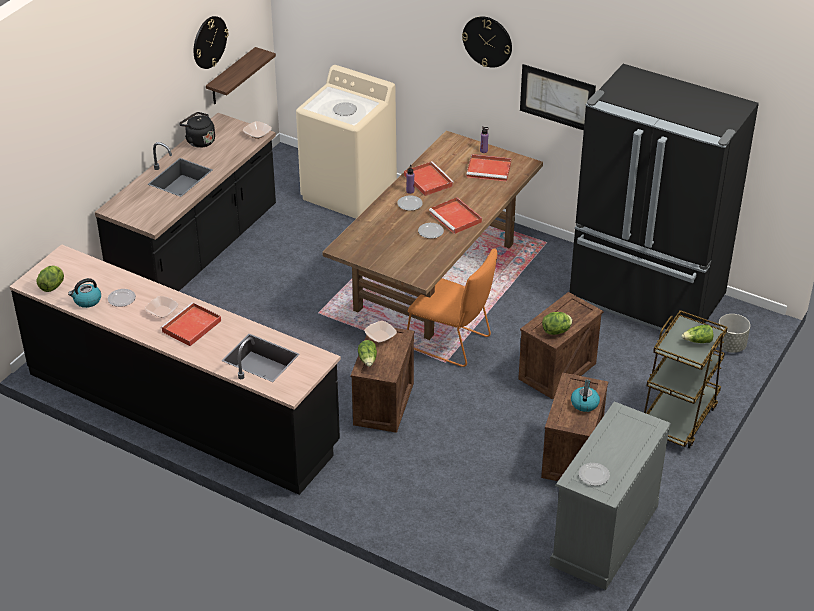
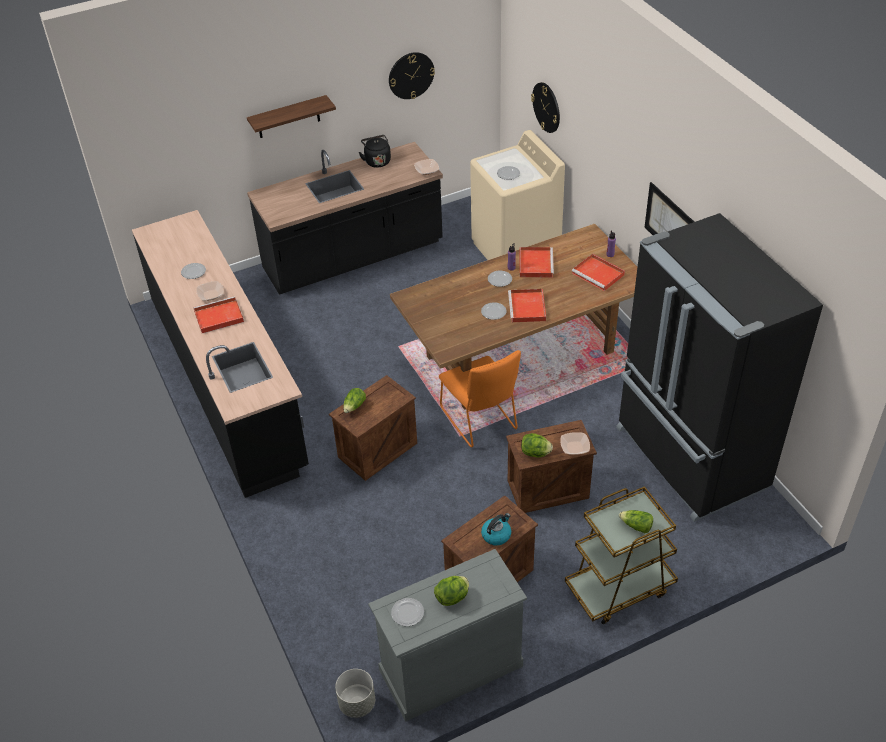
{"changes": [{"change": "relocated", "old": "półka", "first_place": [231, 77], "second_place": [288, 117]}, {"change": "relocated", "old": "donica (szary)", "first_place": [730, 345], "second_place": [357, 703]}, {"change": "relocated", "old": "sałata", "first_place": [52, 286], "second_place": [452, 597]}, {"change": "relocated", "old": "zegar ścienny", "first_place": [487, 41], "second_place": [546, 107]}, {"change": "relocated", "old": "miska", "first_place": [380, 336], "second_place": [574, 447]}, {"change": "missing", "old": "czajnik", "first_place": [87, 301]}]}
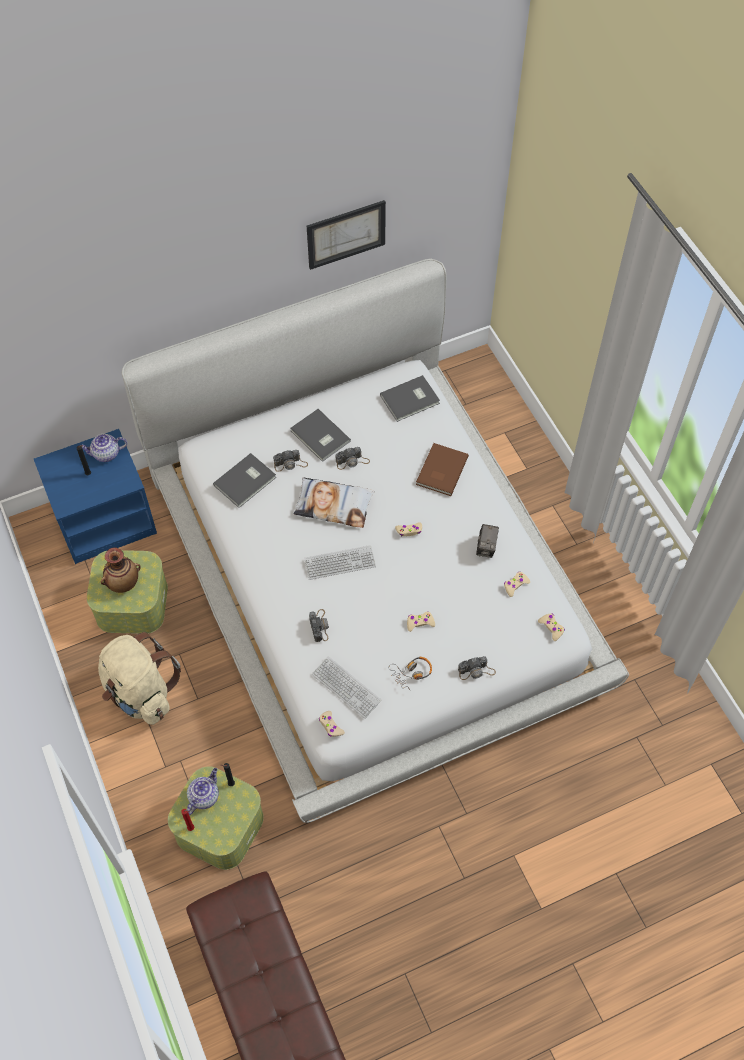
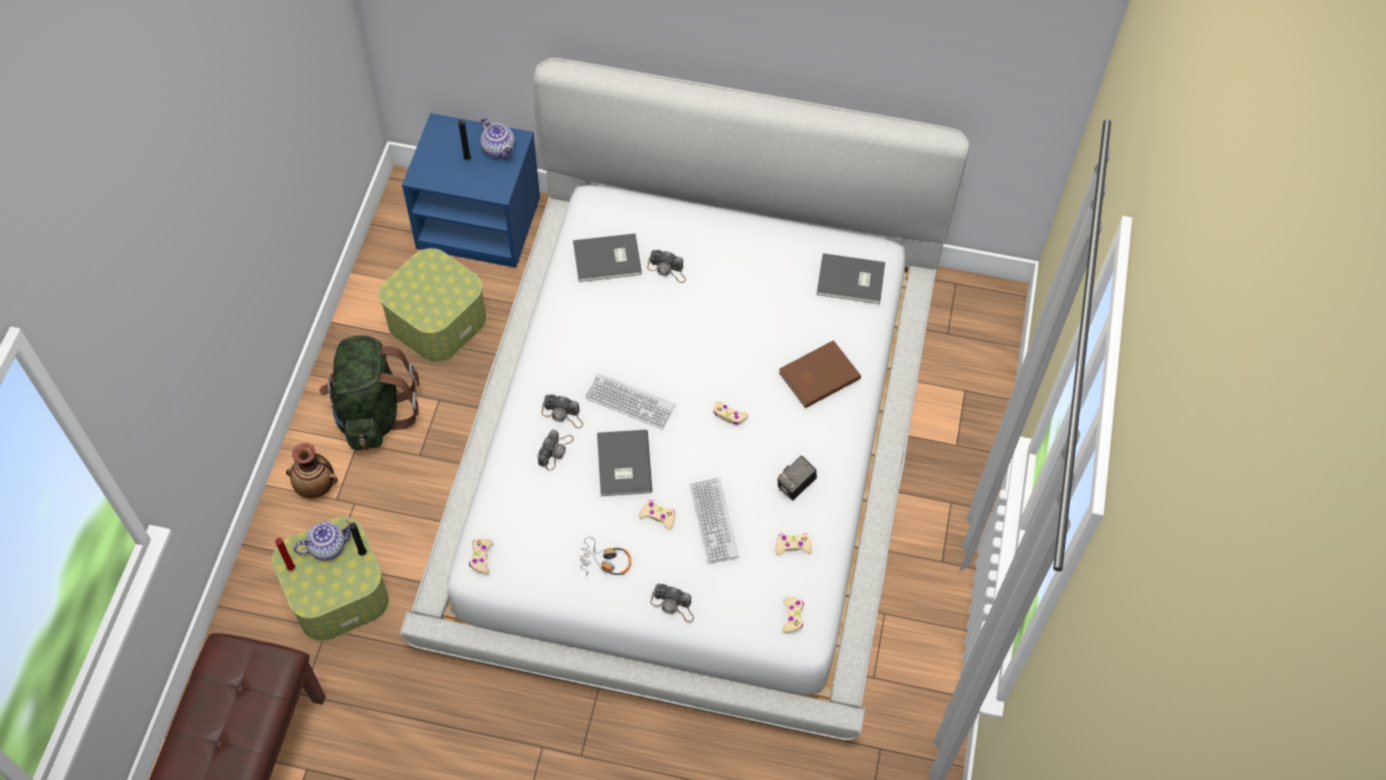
{"changes": [{"change": "relocated", "old": "wazon", "first_place": [123, 583], "second_place": [316, 486]}, {"change": "colour", "old": "plecak (beżowy)", "new": "plecak (zielony)", "first_place": [141, 693], "second_place": [373, 413]}, {"change": "spun", "old": "imbryk", "first_place": [105, 454], "second_place": [499, 150], "degrees": -150}, {"change": "relocated", "old": "aparat fotograficzny", "first_place": [352, 461], "second_place": [563, 415]}, {"change": "relocated", "old": "książka (szary)", "first_place": [319, 437], "second_place": [622, 465]}, {"change": "relocated", "old": "klawiatura", "first_place": [346, 688], "second_place": [714, 521]}, {"change": "missing", "old": "poduszka", "first_place": [334, 505]}, {"change": "missing", "old": "obraz", "first_place": [346, 234]}]}
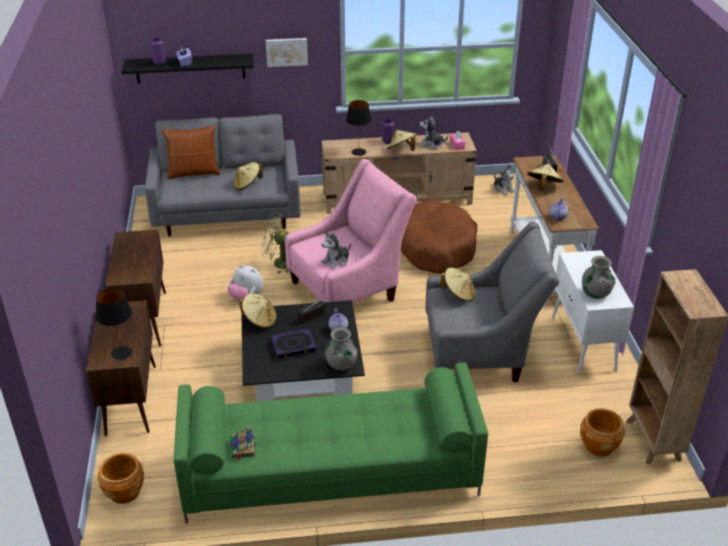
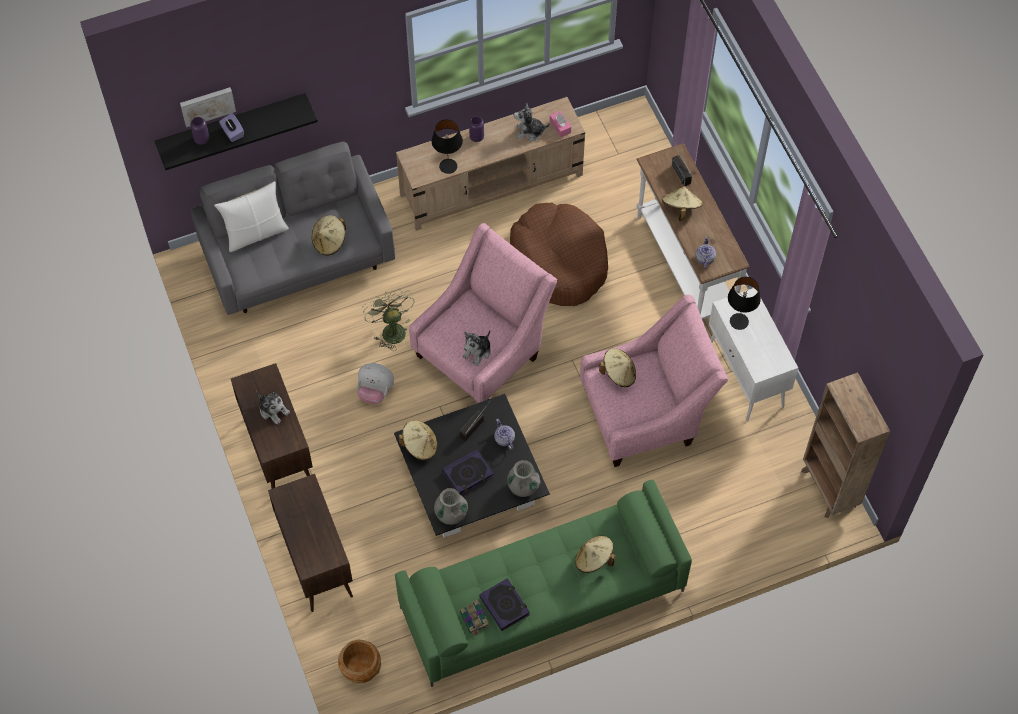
{"changes": [{"change": "relocated", "old": "obraz", "first_place": [286, 51], "second_place": [207, 105]}, {"change": "colour", "old": "poduszka (brązowy)", "new": "poduszka (biały)", "first_place": [193, 173], "second_place": [256, 233]}, {"change": "relocated", "old": "pluszak", "first_place": [503, 189], "second_place": [273, 410]}, {"change": "spun", "old": "wentylator (zielony)", "first_place": [278, 263], "second_place": [390, 329], "degrees": 75}, {"change": "relocated", "old": "wazon (szary)", "first_place": [595, 293], "second_place": [451, 514]}, {"change": "appeared", "new": "książka", "second_place": [504, 606]}, {"change": "relocated", "old": "kapelusz (beżowy)", "first_place": [402, 150], "second_place": [593, 560]}, {"change": "colour", "old": "fotel (szary)", "new": "fotel (różowy)", "first_place": [481, 353], "second_place": [646, 414]}, {"change": "relocated", "old": "lampa stołowa (czarny)", "first_place": [121, 353], "second_place": [739, 321]}, {"change": "missing", "old": "donica (brązowy)", "first_place": [598, 446]}]}
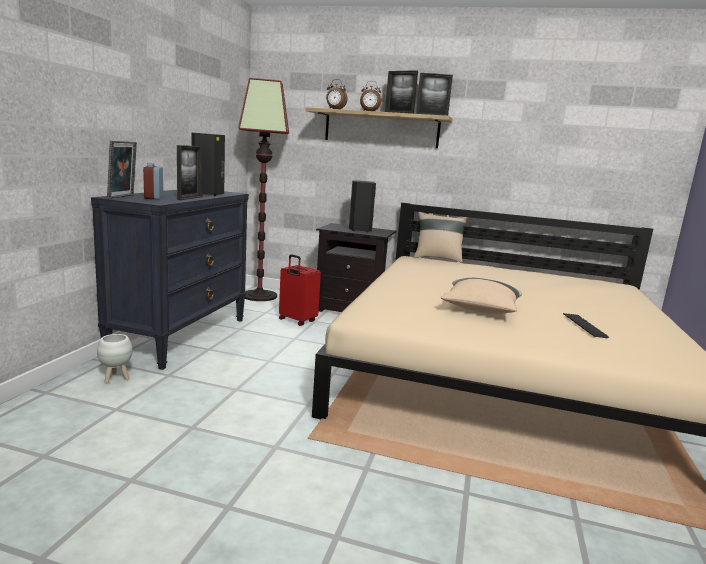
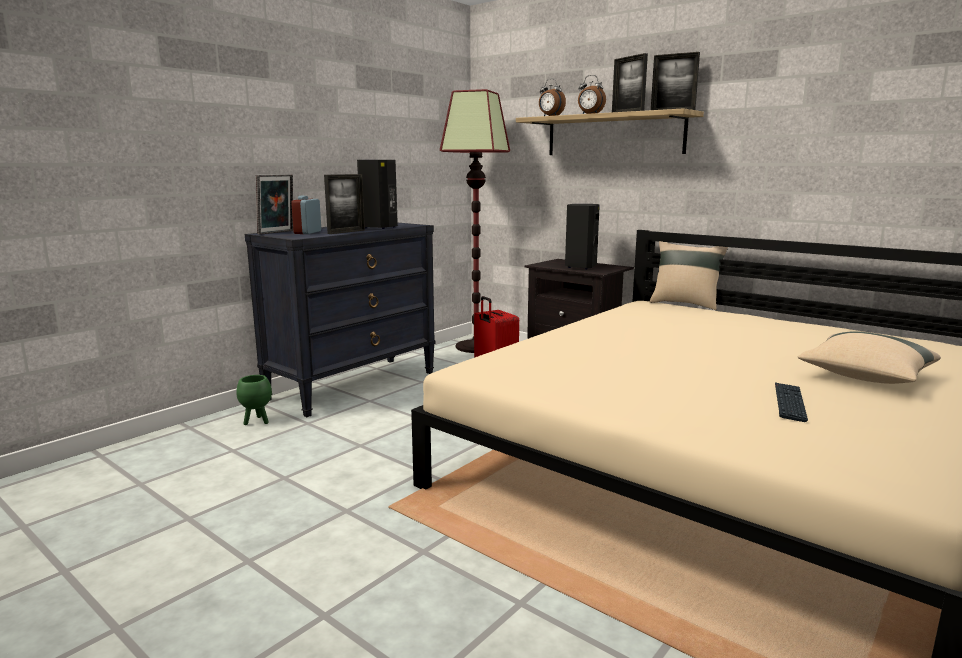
{"changes": [{"change": "colour", "old": "donica (biały)", "new": "donica (zielony)", "first_place": [116, 379], "second_place": [257, 422]}, {"change": "relocated", "old": "poduszka (beżowy)", "first_place": [480, 310], "second_place": [865, 377]}]}
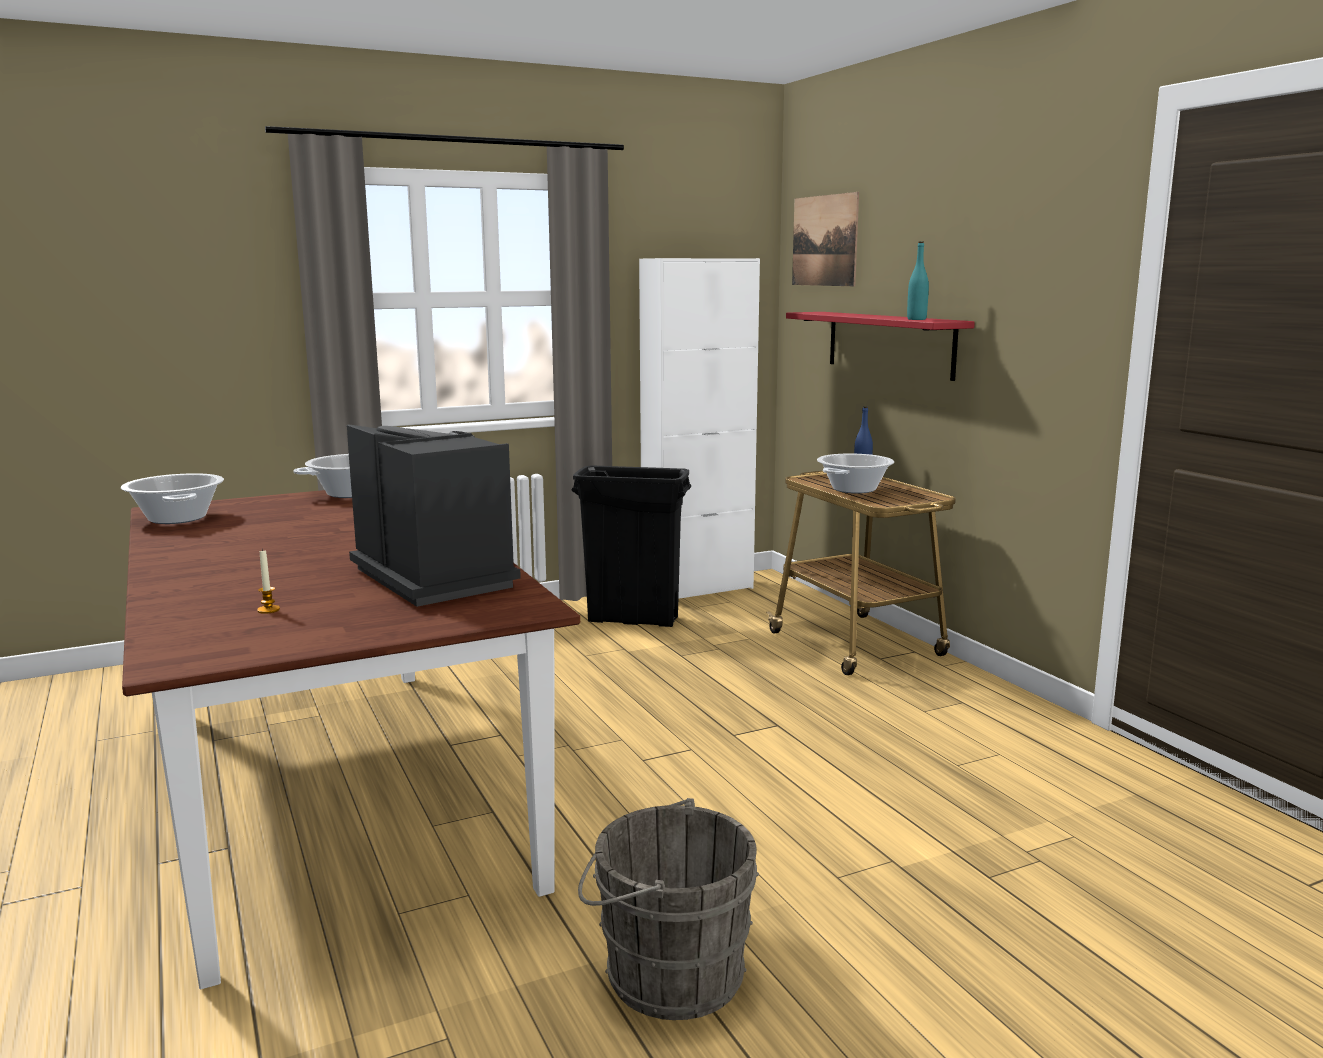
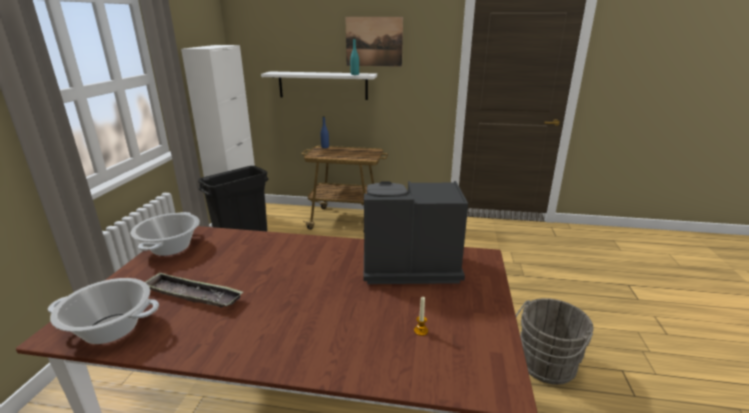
{"changes": [{"change": "appeared", "new": "taca", "second_place": [192, 295]}, {"change": "colour", "old": "półka (czerwony)", "new": "półka (biały)", "first_place": [889, 344], "second_place": [323, 85]}, {"change": "relocated", "old": "obraz", "first_place": [824, 240], "second_place": [374, 41]}, {"change": "missing", "old": "garnek", "first_place": [854, 489]}]}
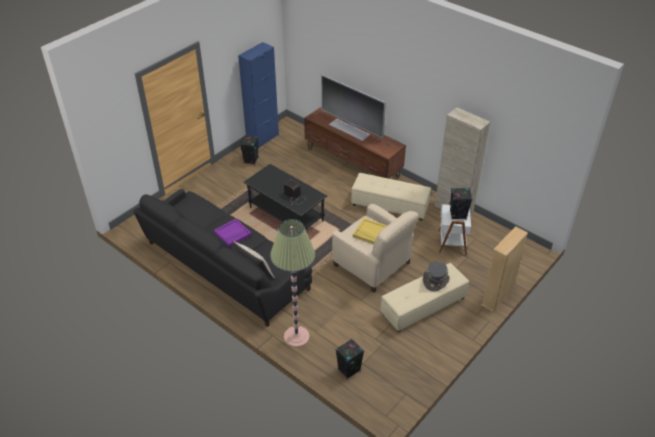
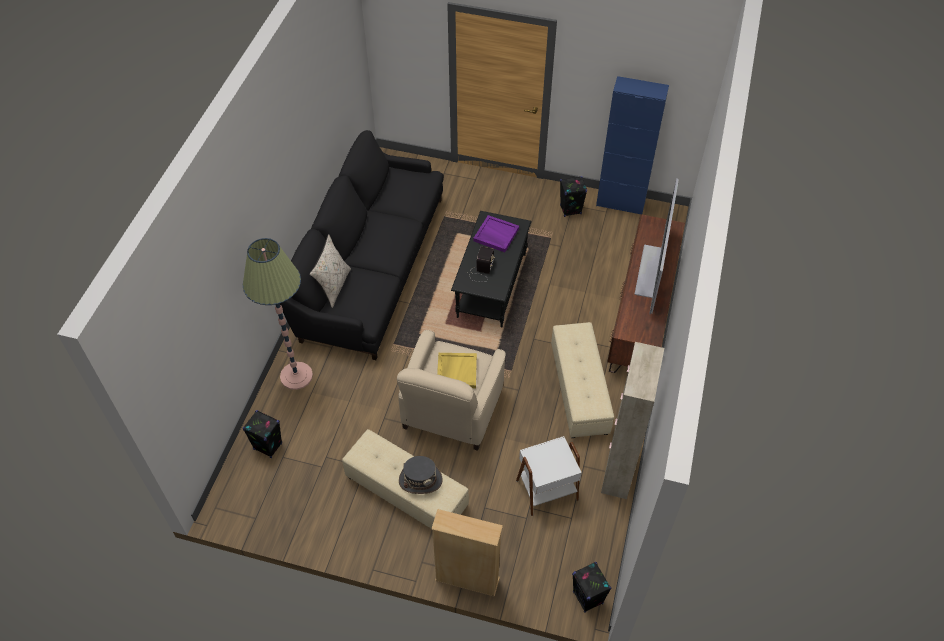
{"changes": [{"change": "relocated", "old": "taca (fioletowy)", "first_place": [232, 234], "second_place": [495, 235]}, {"change": "relocated", "old": "głośnik (czarny)", "first_place": [458, 215], "second_place": [588, 598]}]}
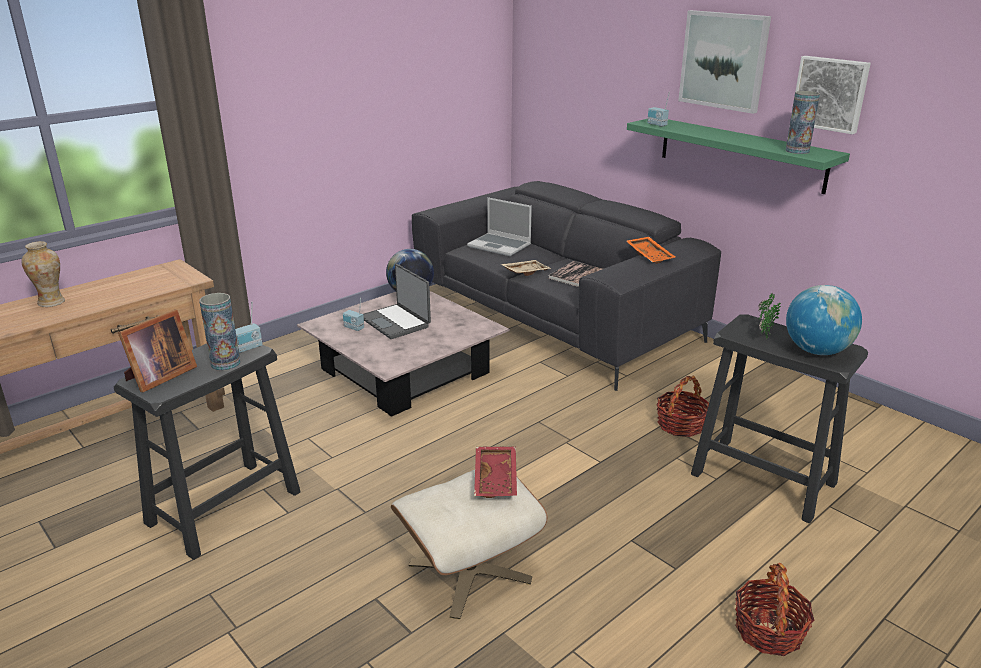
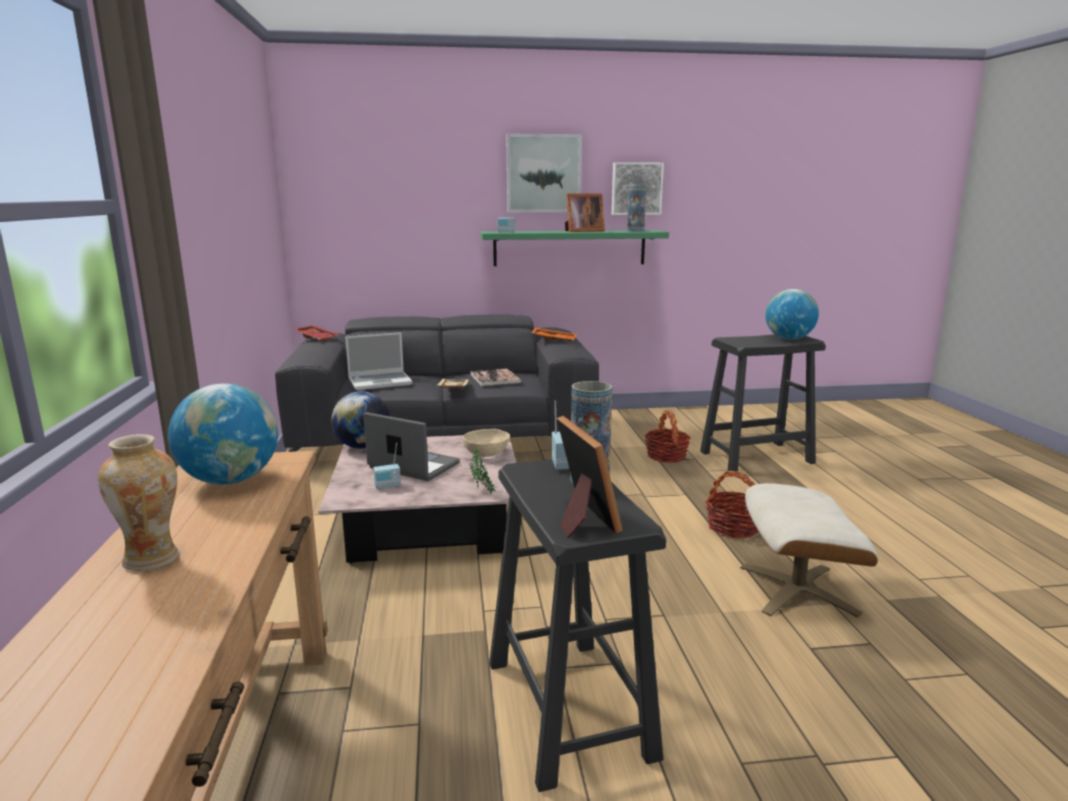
{"changes": [{"change": "appeared", "new": "globus", "second_place": [231, 480]}, {"change": "relocated", "old": "taca (czerwony)", "first_place": [497, 479], "second_place": [317, 338]}, {"change": "spun", "old": "laptop", "first_place": [396, 322], "second_place": [412, 466], "degrees": -150}, {"change": "appeared", "new": "miska (beżowy)", "second_place": [486, 453]}, {"change": "relocated", "old": "roślina doniczkowa", "first_place": [763, 335], "second_place": [482, 491]}, {"change": "appeared", "new": "ramka na zdjęcie", "second_place": [582, 231]}, {"change": "relocated", "old": "koszyk", "first_place": [769, 631], "second_place": [733, 527]}]}
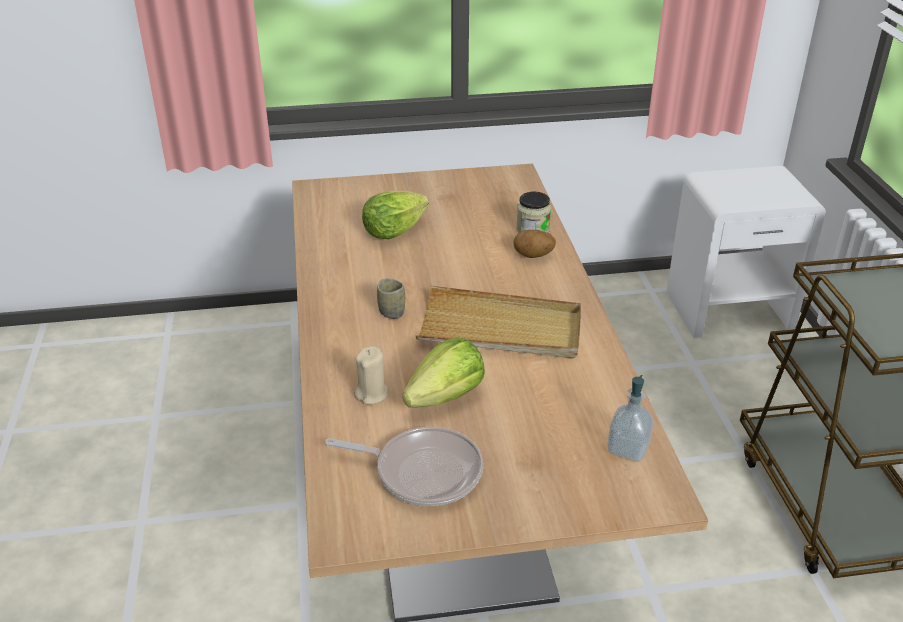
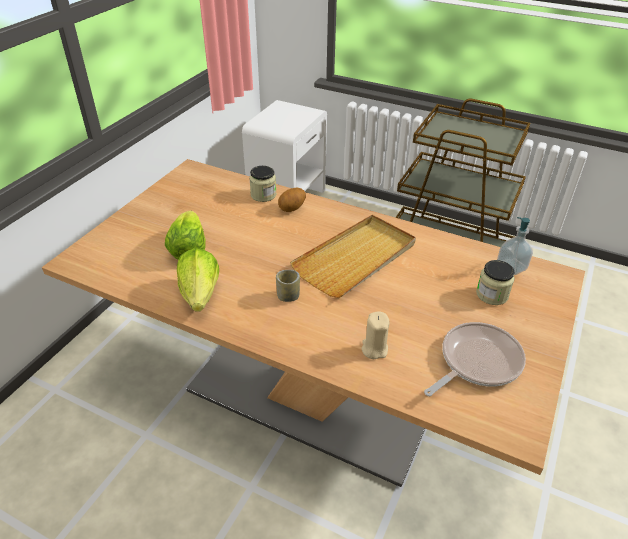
{"changes": [{"change": "relocated", "old": "sałata", "first_place": [446, 397], "second_place": [200, 294]}, {"change": "appeared", "new": "słoik", "second_place": [492, 294]}]}
